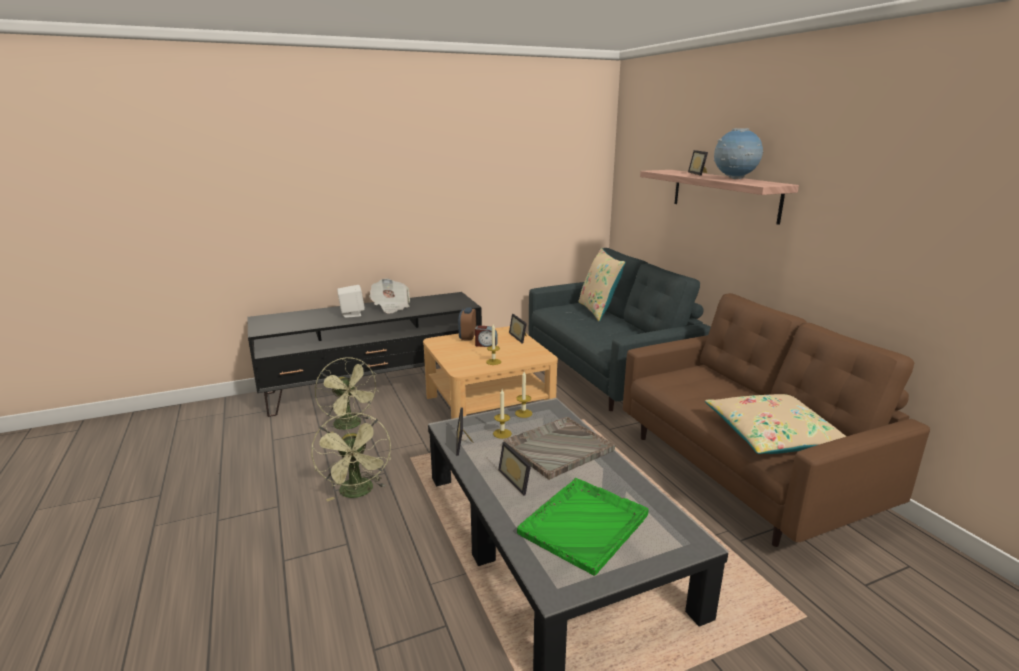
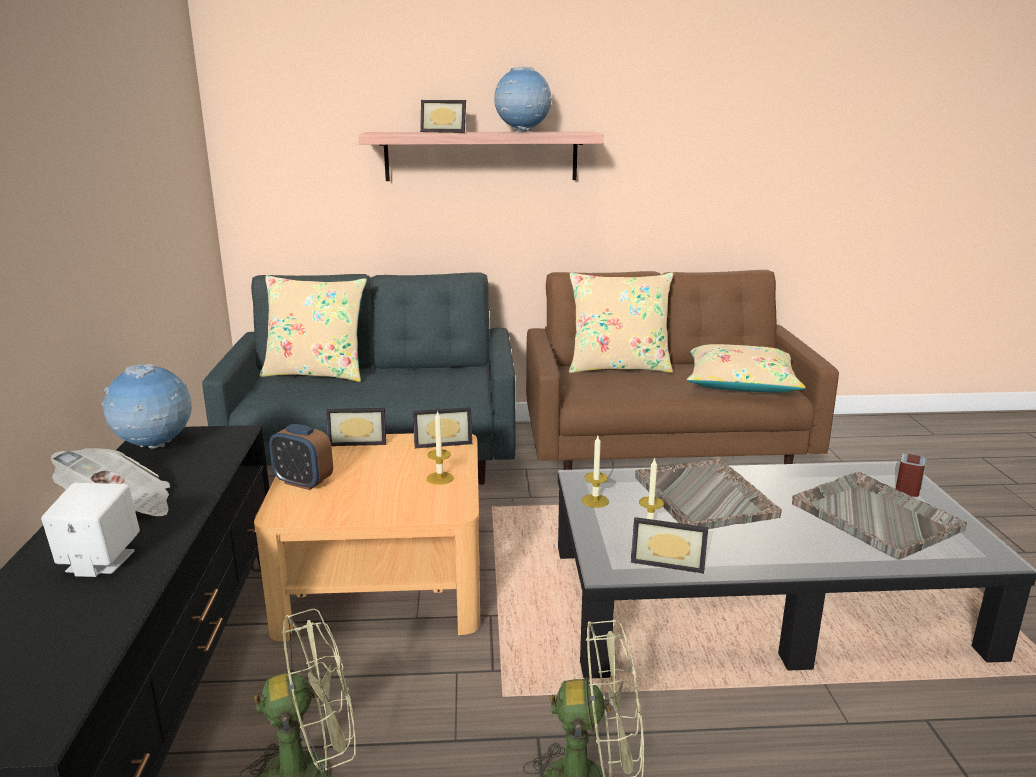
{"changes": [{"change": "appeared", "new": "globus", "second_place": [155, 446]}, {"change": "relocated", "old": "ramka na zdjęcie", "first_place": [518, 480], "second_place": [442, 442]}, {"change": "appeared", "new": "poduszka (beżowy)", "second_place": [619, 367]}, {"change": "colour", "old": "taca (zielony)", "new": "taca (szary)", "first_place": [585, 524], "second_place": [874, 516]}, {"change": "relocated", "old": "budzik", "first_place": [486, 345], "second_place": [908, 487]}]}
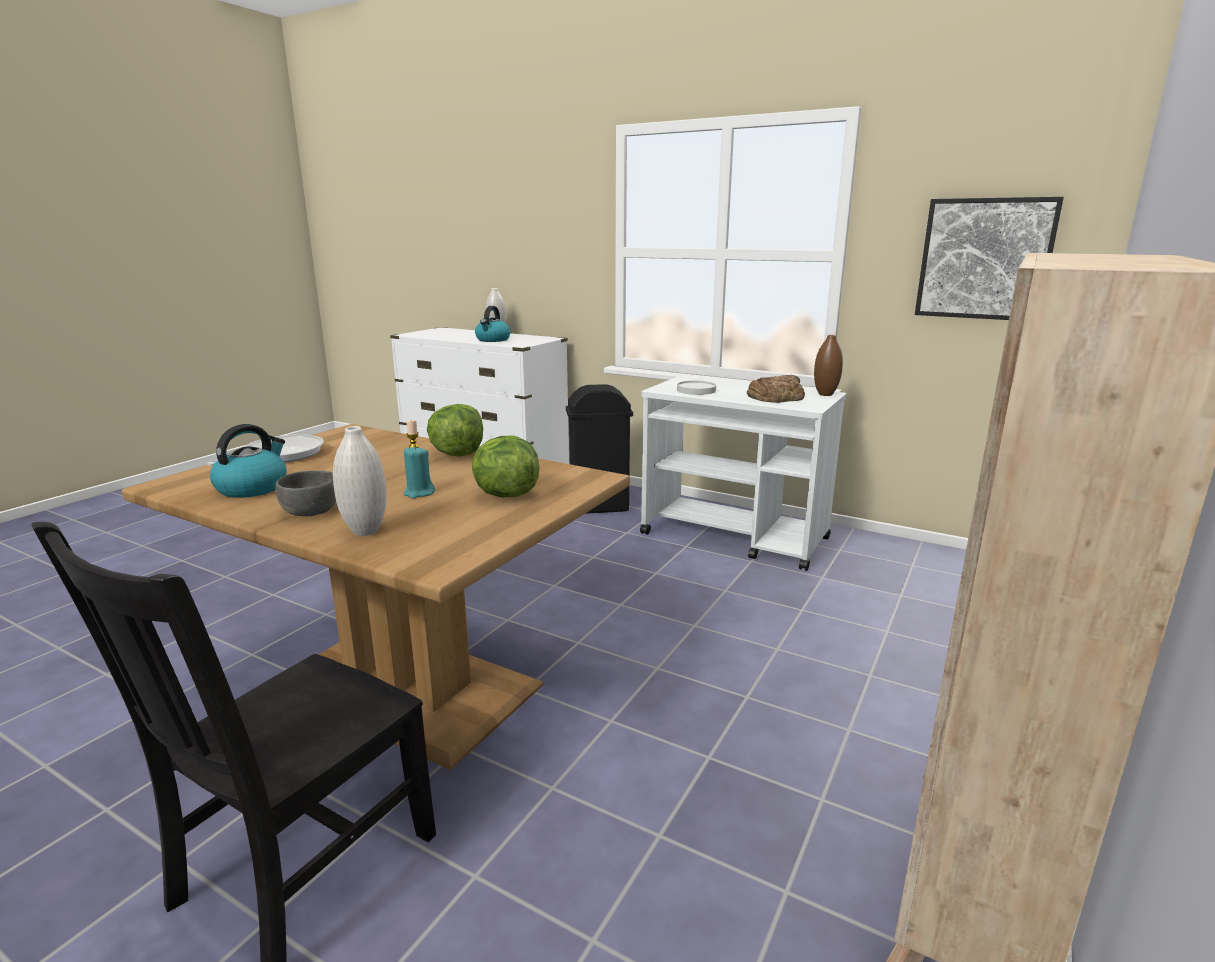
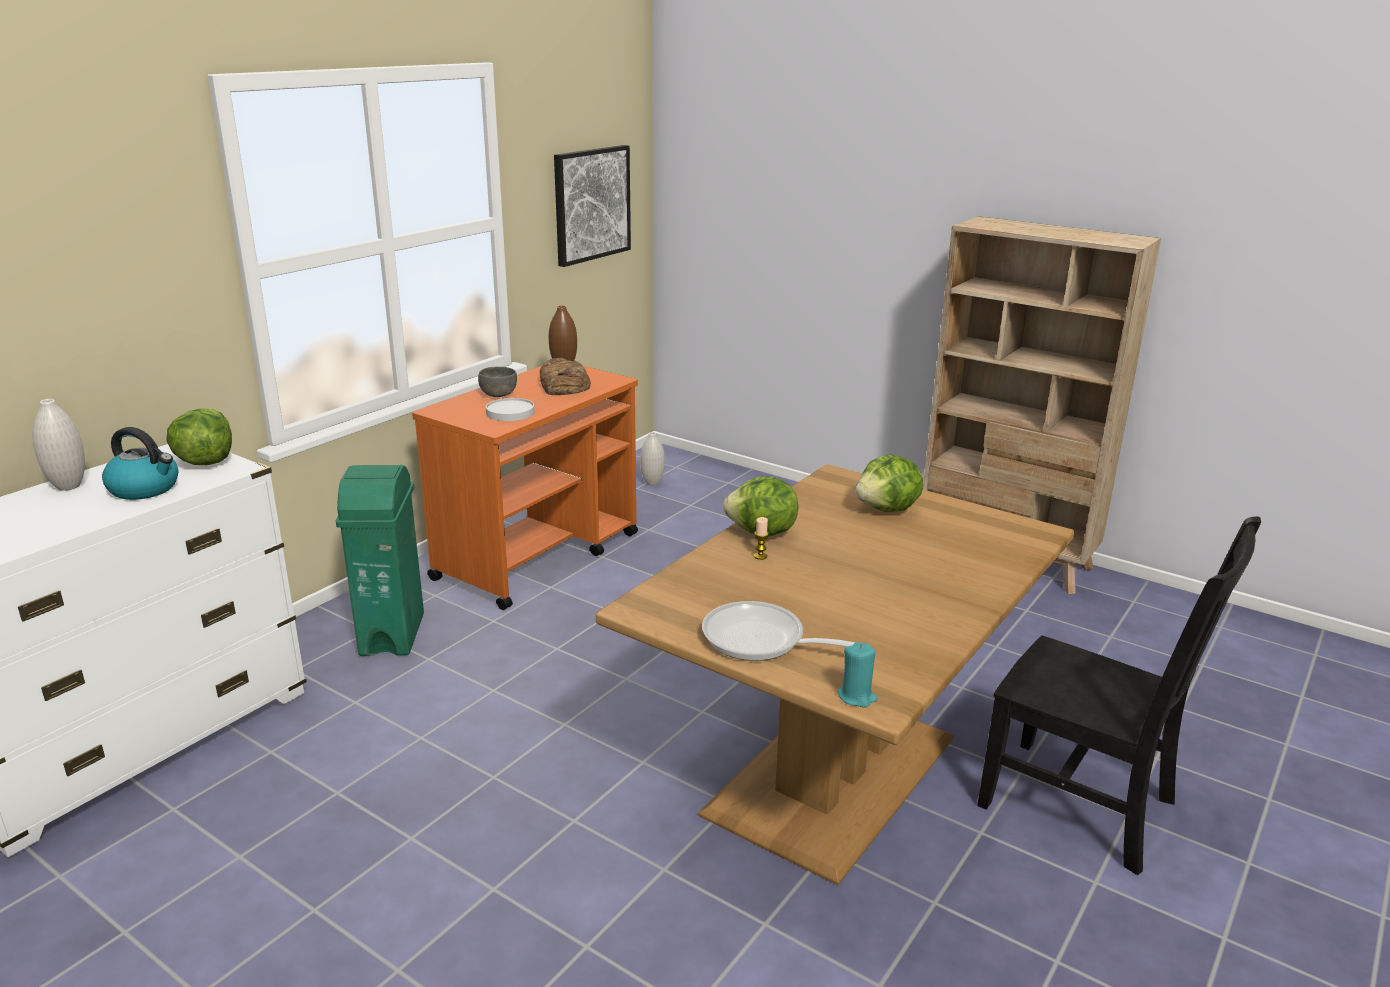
{"changes": [{"change": "appeared", "new": "sałata", "second_place": [205, 462]}, {"change": "colour", "old": "kosz na śmieci (czarny)", "new": "kosz na śmieci (zielony)", "first_place": [600, 507], "second_place": [393, 634]}, {"change": "colour", "old": "wózek (biały)", "new": "wózek (pomarańczowy)", "first_place": [735, 537], "second_place": [539, 555]}, {"change": "relocated", "old": "miska (szary)", "first_place": [311, 511], "second_place": [498, 394]}, {"change": "relocated", "old": "wazon (biały)", "first_place": [365, 531], "second_place": [652, 483]}, {"change": "relocated", "old": "świeca (turkusowy)", "first_place": [419, 493], "second_place": [857, 697]}, {"change": "missing", "old": "czajnik", "first_place": [253, 487]}]}
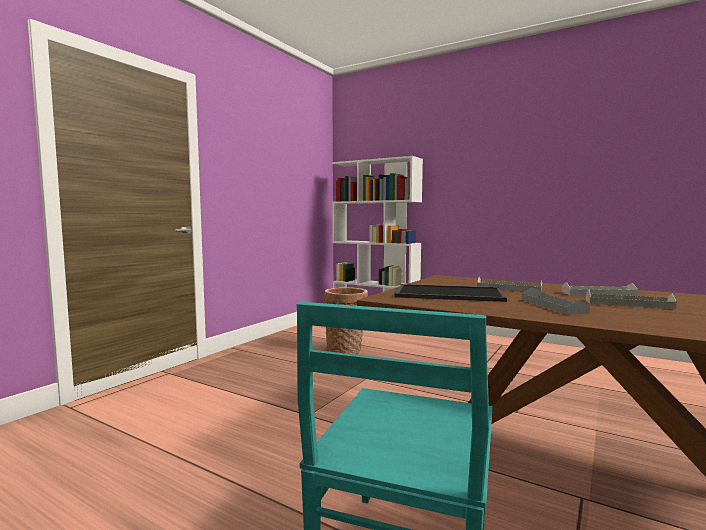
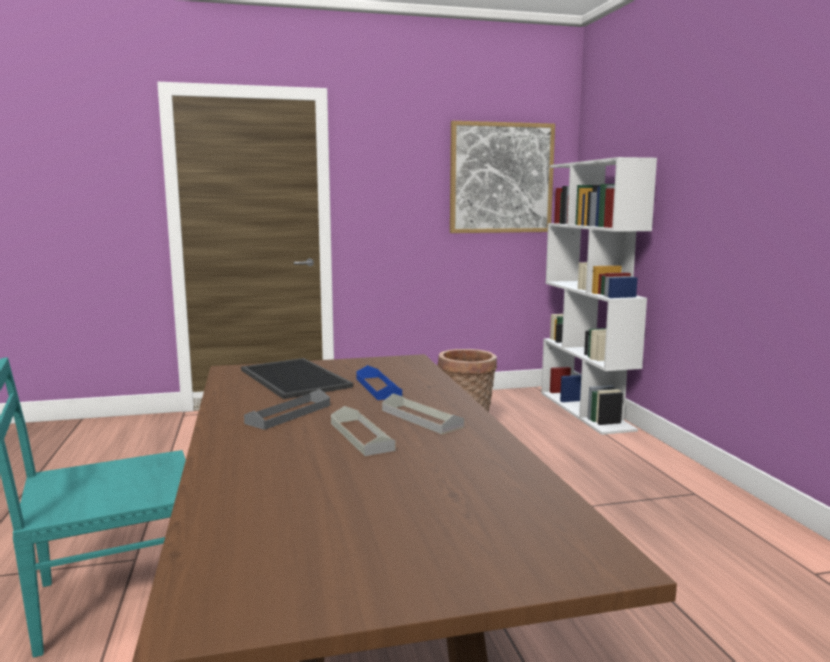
{"changes": [{"change": "colour", "old": "taca (szary)", "new": "taca (niebieski)", "first_place": [509, 288], "second_place": [378, 387]}, {"change": "appeared", "new": "obraz", "second_place": [501, 178]}]}
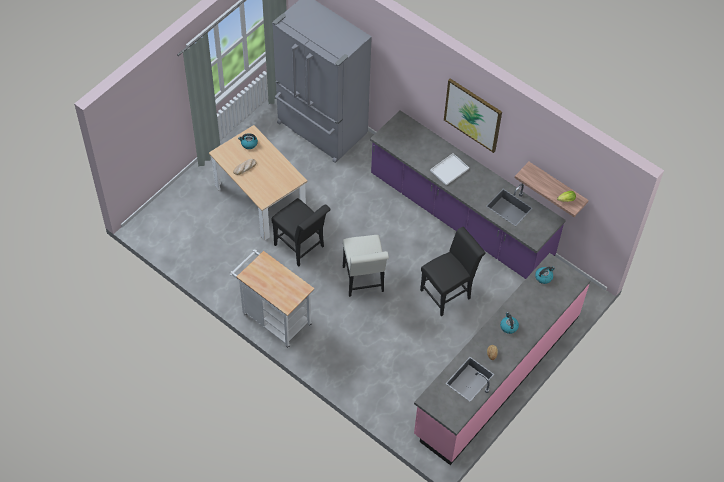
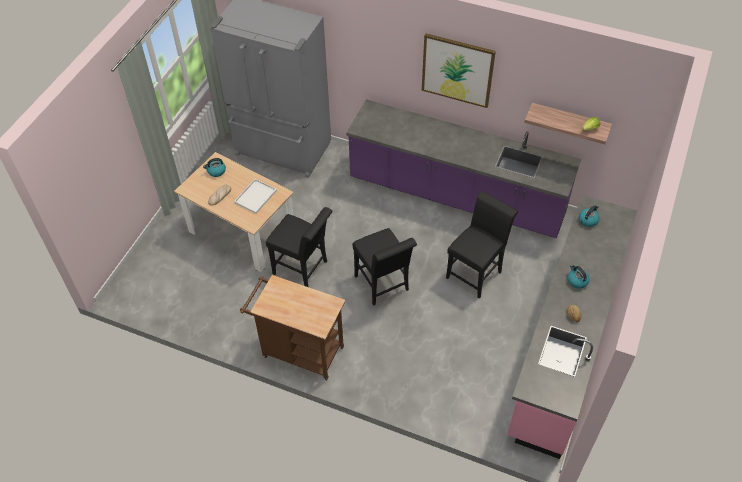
{"changes": [{"change": "relocated", "old": "taca (biały)", "first_place": [449, 169], "second_place": [255, 196]}, {"change": "colour", "old": "wózek (biały)", "new": "wózek (brązowy)", "first_place": [273, 317], "second_place": [298, 351]}, {"change": "colour", "old": "krzesło (biały)", "new": "krzesło (czarny)", "first_place": [364, 282], "second_place": [383, 286]}]}
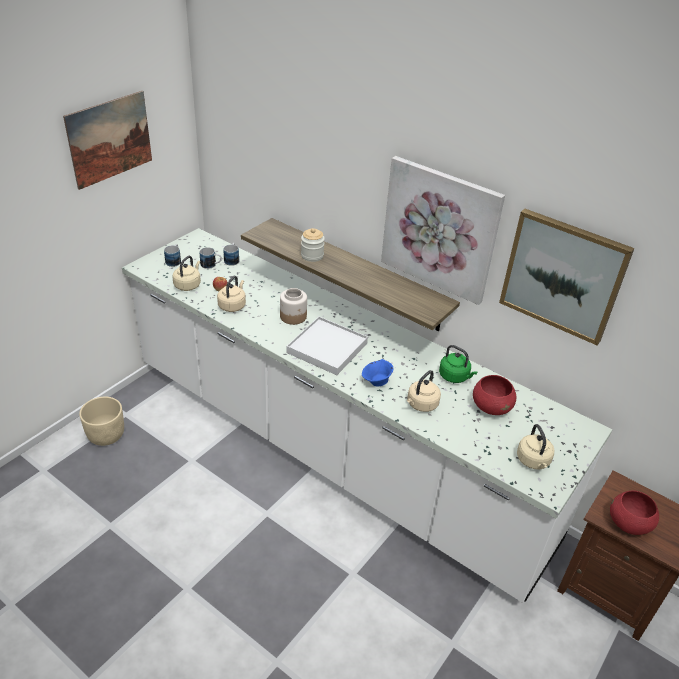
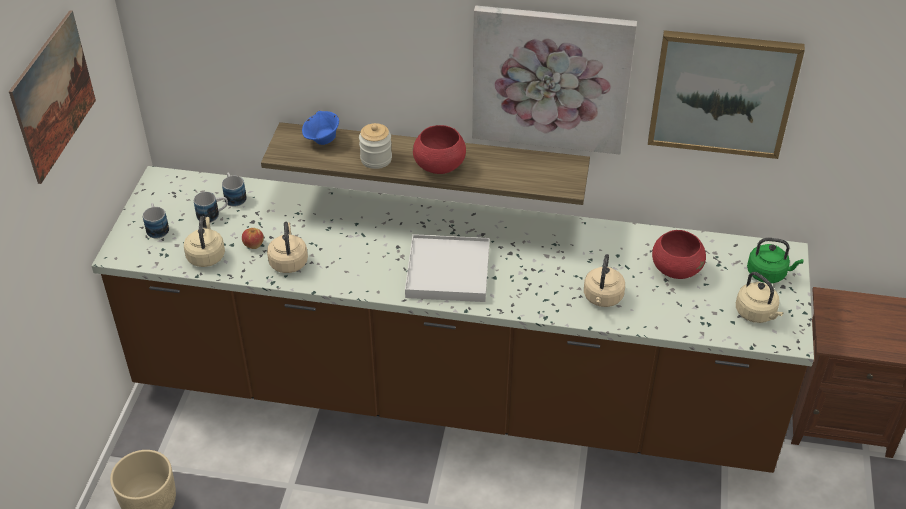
{"changes": [{"change": "colour", "old": "zabudowa kuchenna (biały)", "new": "zabudowa kuchenna (brązowy)", "first_place": [332, 449], "second_place": [453, 392]}, {"change": "relocated", "old": "miska (niebieski)", "first_place": [376, 382], "second_place": [322, 140]}, {"change": "relocated", "old": "miska (czerwony)", "first_place": [629, 524], "second_place": [439, 166]}, {"change": "relocated", "old": "czajnik (zielony)", "first_place": [455, 377], "second_place": [768, 274]}, {"change": "missing", "old": "słoik", "first_place": [293, 316]}]}
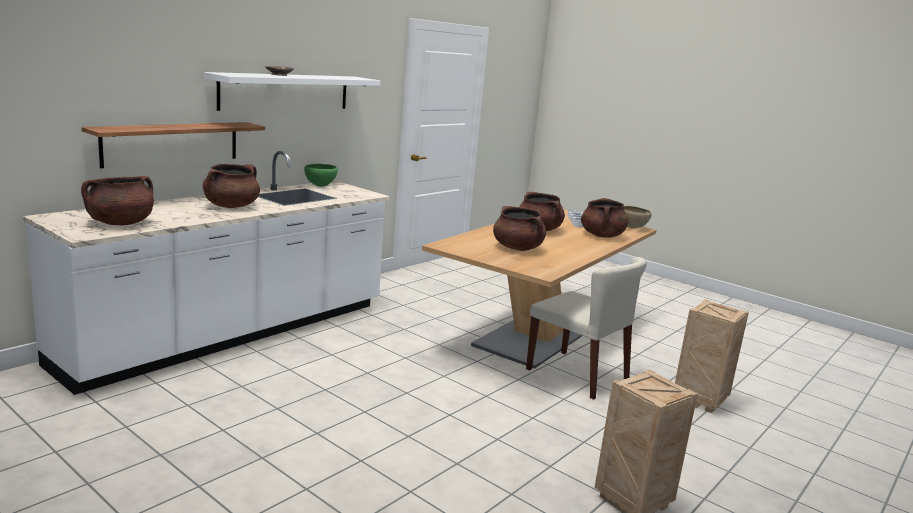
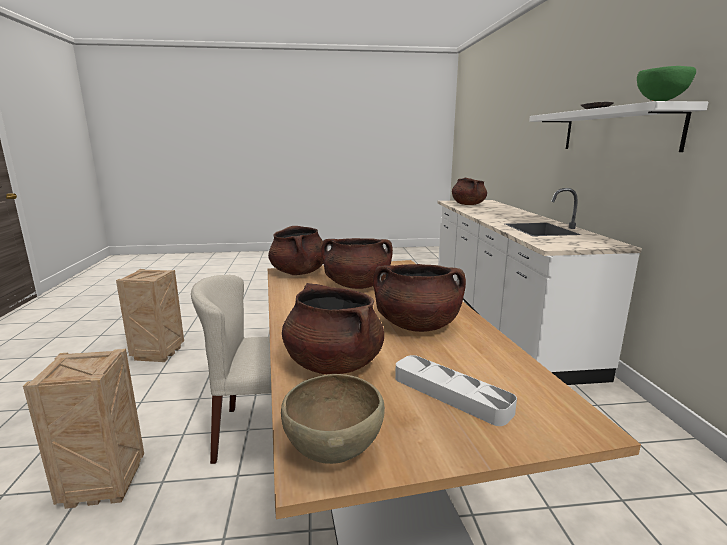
{"changes": [{"change": "relocated", "old": "garnek (brązowy)", "first_place": [231, 206], "second_place": [299, 272]}, {"change": "relocated", "old": "miska (zielony)", "first_place": [320, 186], "second_place": [660, 102]}, {"change": "missing", "old": "półka", "first_place": [172, 143]}]}
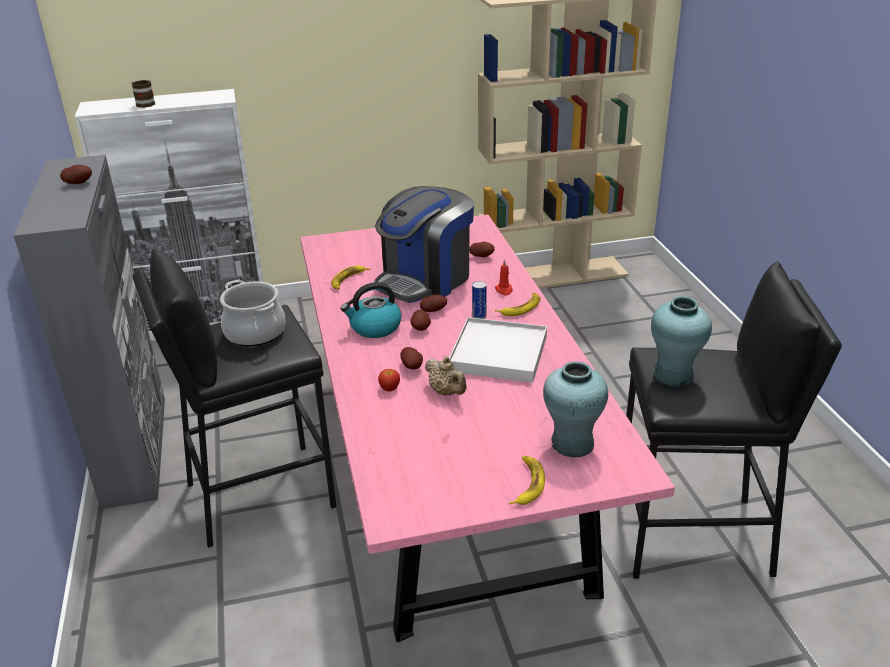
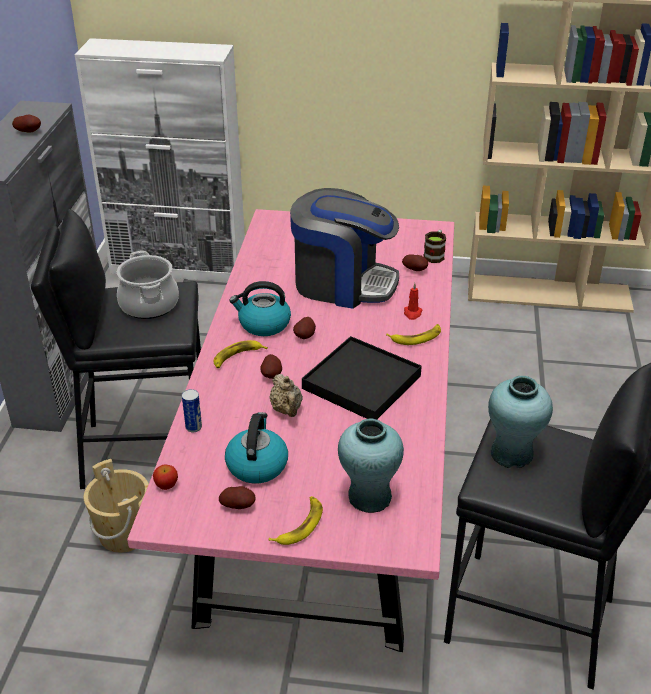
{"changes": [{"change": "appeared", "new": "wiadro (beżowy)", "second_place": [124, 533]}, {"change": "relocated", "old": "jabłko", "first_place": [389, 388], "second_place": [166, 485]}, {"change": "relocated", "old": "puszka", "first_place": [479, 316], "second_place": [193, 427]}, {"change": "relocated", "old": "banan", "first_place": [348, 280], "second_place": [237, 357]}, {"change": "relocated", "old": "ziemniak", "first_place": [433, 311], "second_place": [239, 505]}, {"change": "appeared", "new": "czajnik", "second_place": [257, 464]}, {"change": "spun", "old": "ekspres do kawy", "first_place": [425, 280], "second_place": [343, 283], "degrees": -135}, {"change": "colour", "old": "taca (biały)", "new": "taca (czarny)", "first_place": [499, 353], "second_place": [362, 382]}, {"change": "relocated", "old": "kubek", "first_place": [146, 103], "second_place": [435, 255]}]}
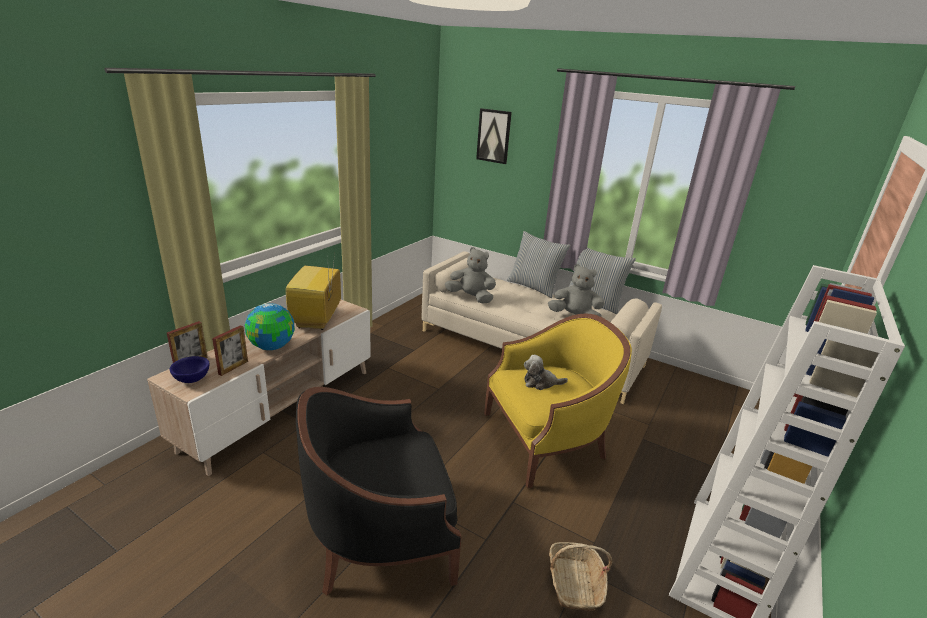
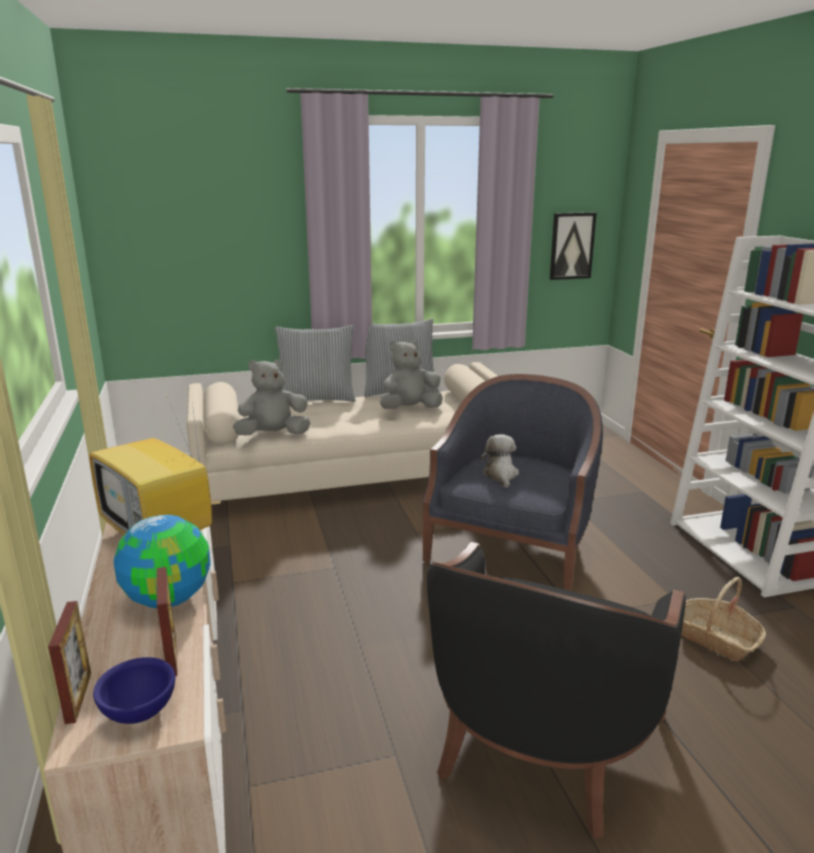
{"changes": [{"change": "colour", "old": "fotel (żółty)", "new": "fotel (niebieski)", "first_place": [546, 440], "second_place": [512, 549]}, {"change": "spun", "old": "pluszak", "first_place": [541, 382], "second_place": [500, 475], "degrees": 135}, {"change": "relocated", "old": "obraz", "first_place": [494, 136], "second_place": [571, 246]}]}
